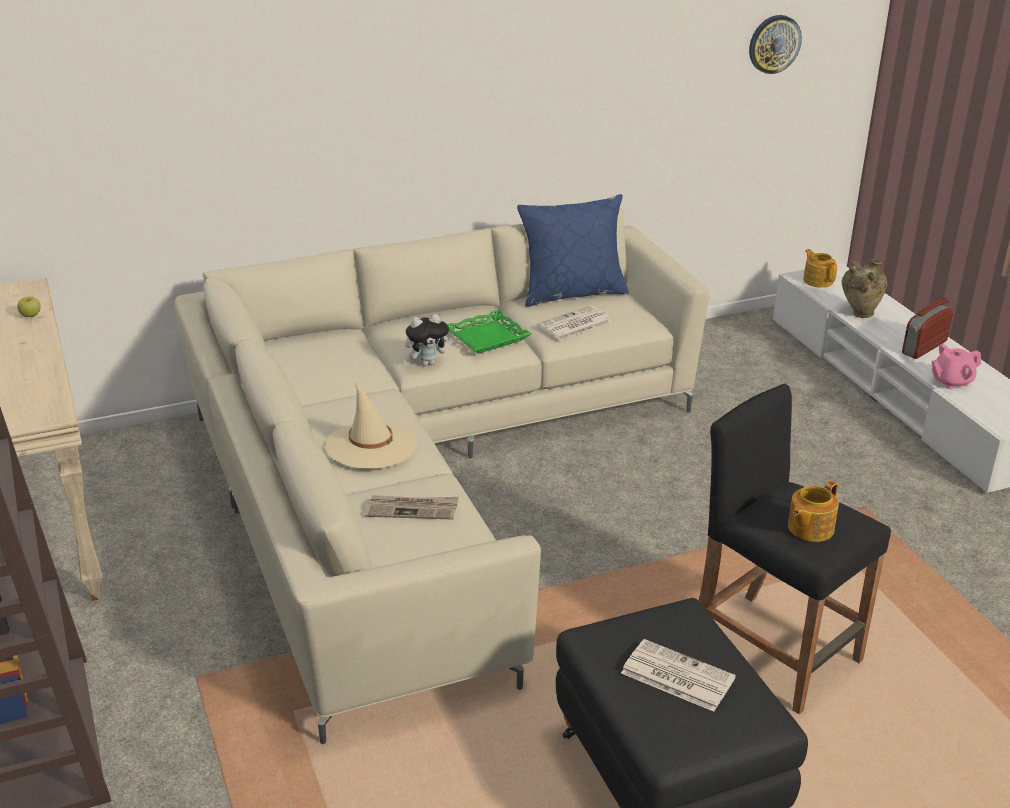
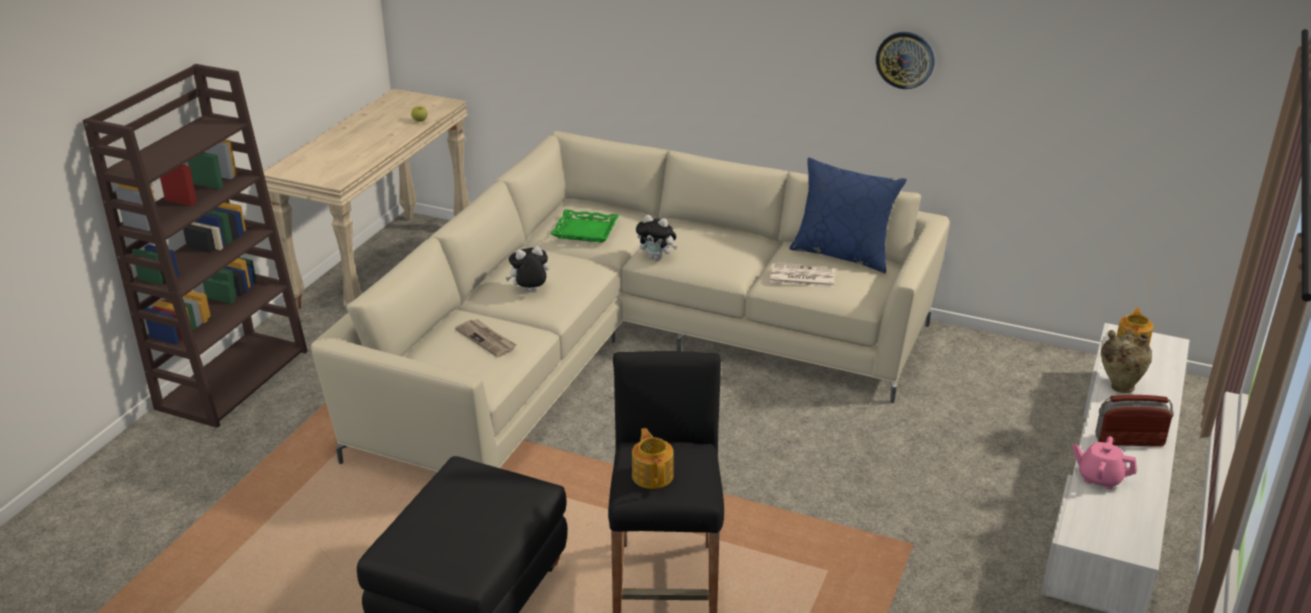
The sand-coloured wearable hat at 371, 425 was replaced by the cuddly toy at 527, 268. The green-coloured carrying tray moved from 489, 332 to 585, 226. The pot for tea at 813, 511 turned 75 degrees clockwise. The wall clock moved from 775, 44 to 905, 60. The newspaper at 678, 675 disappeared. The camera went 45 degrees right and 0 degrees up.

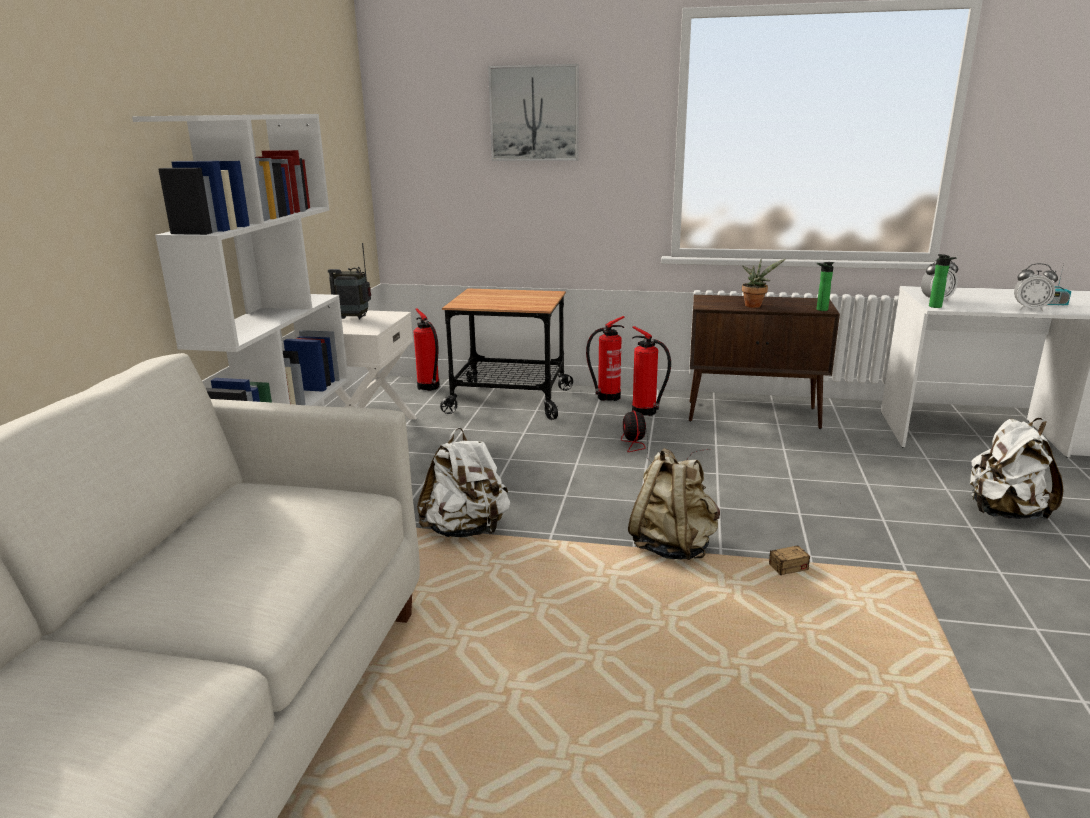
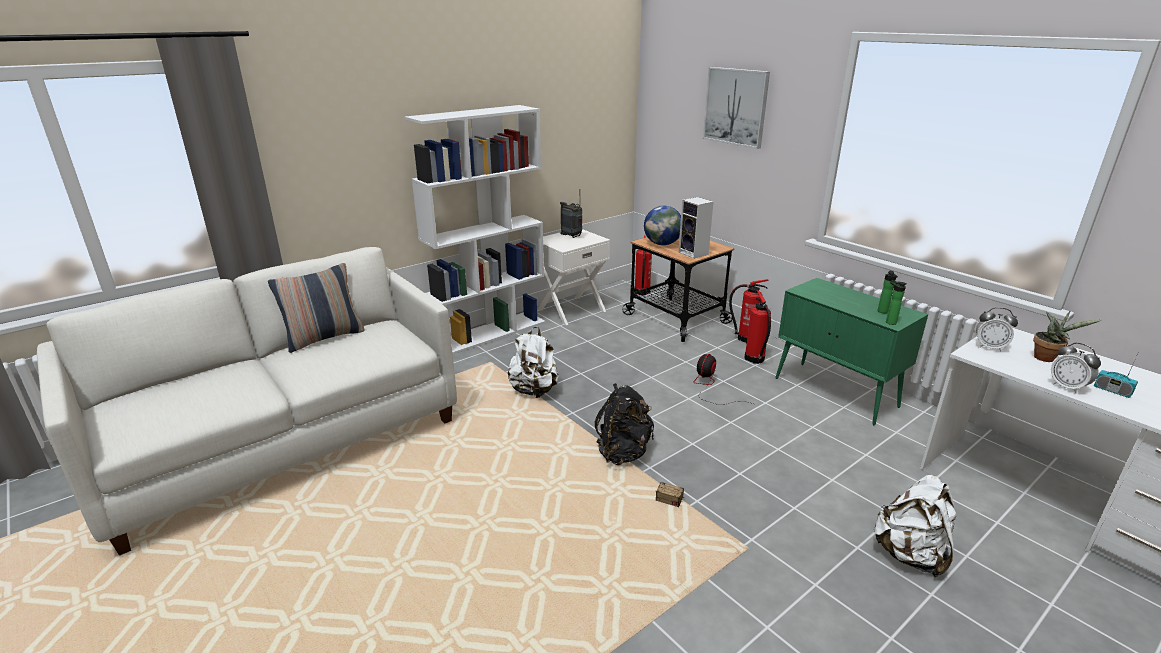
The throw pillow at 316, 308 appeared. The sand-coloured knapsack at 674, 504 became the blackish knapsack at 624, 424. The world globe at 662, 225 appeared. The audio speaker at 695, 228 appeared. The brown cabinet at 764, 362 became the green-coloured cabinet at 851, 351. The beverage bottle moved from 943, 281 to 888, 291. The potted plant moved from 763, 283 to 1067, 336. The camera went 40 degrees right and 5 degrees up.

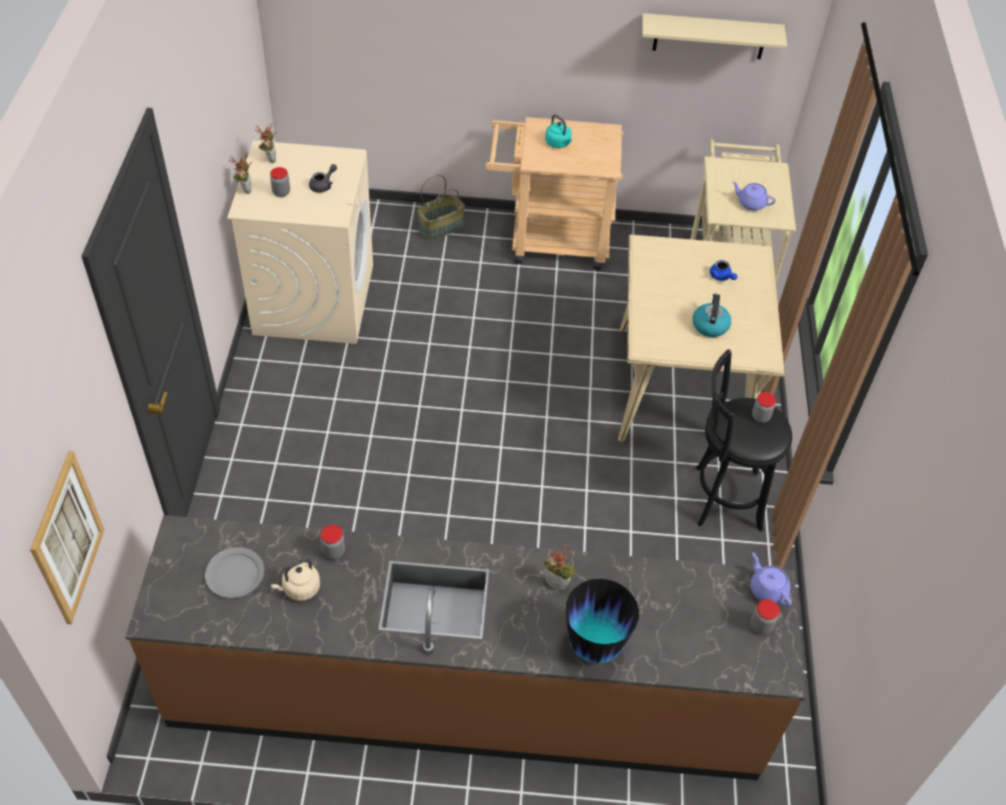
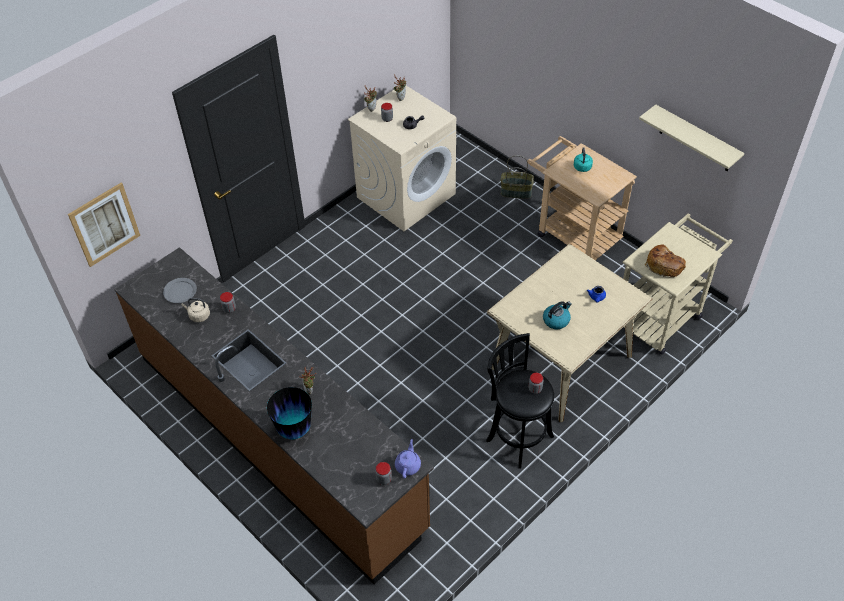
The purple-coloured pot for tea at 754, 196 was replaced by the bakery bread at 665, 261. The camera went 45 degrees right and 0 degrees up.

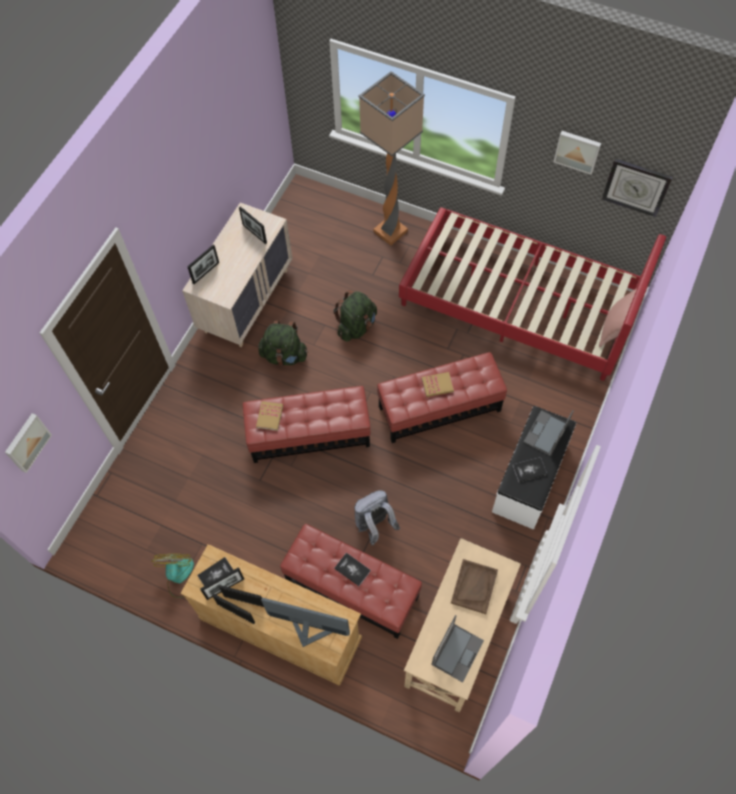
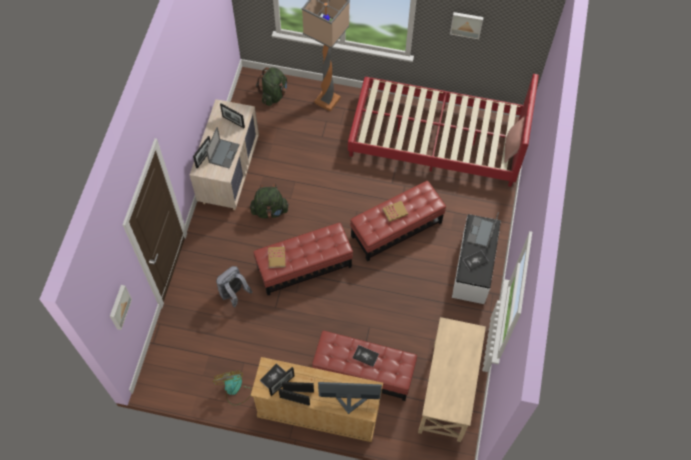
The notebook computer moved from 457, 649 to 223, 148. The greyish knapsack moved from 377, 517 to 234, 287. The green-coloured knapsack moved from 355, 316 to 271, 86. The brown carrying tray at 474, 586 disappeared. The wall clock at 637, 188 disappeared. The camera went 15 degrees left and 0 degrees up.

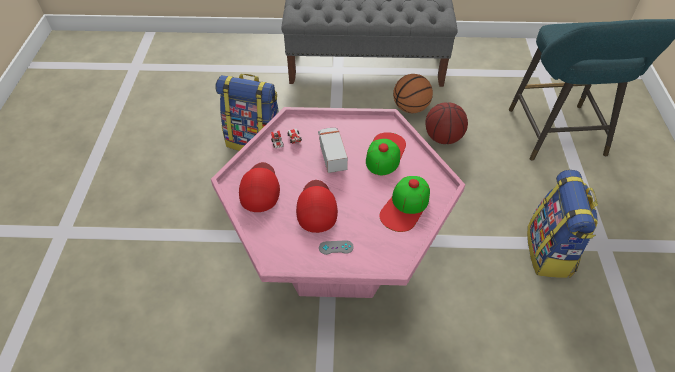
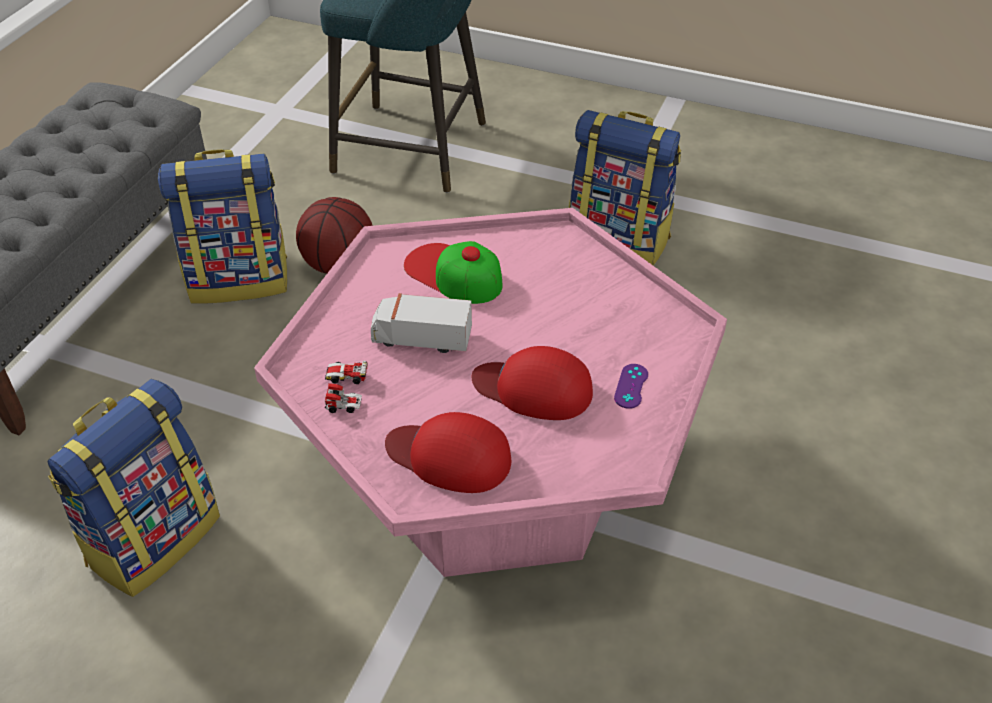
The basketball at 413, 93 was replaced by the knapsack at 223, 226. The greyish game controller at 336, 247 became the purple-coloured game controller at 631, 386. The baseball cap at 404, 204 disappeared. The camera went 70 degrees left and 5 degrees down.

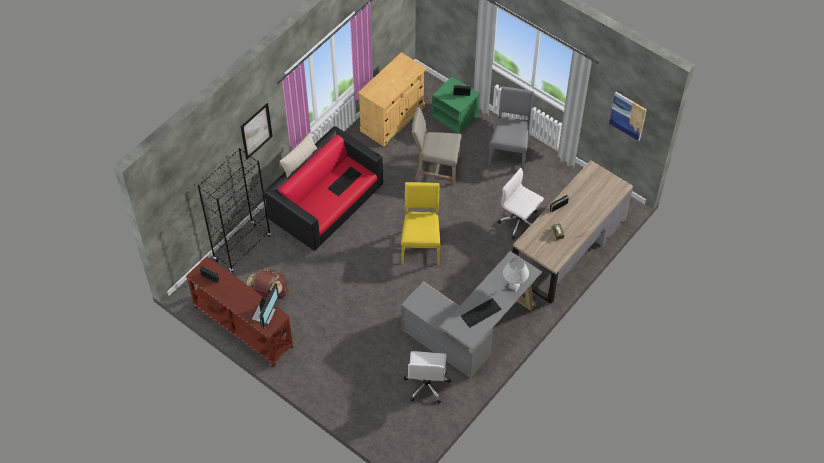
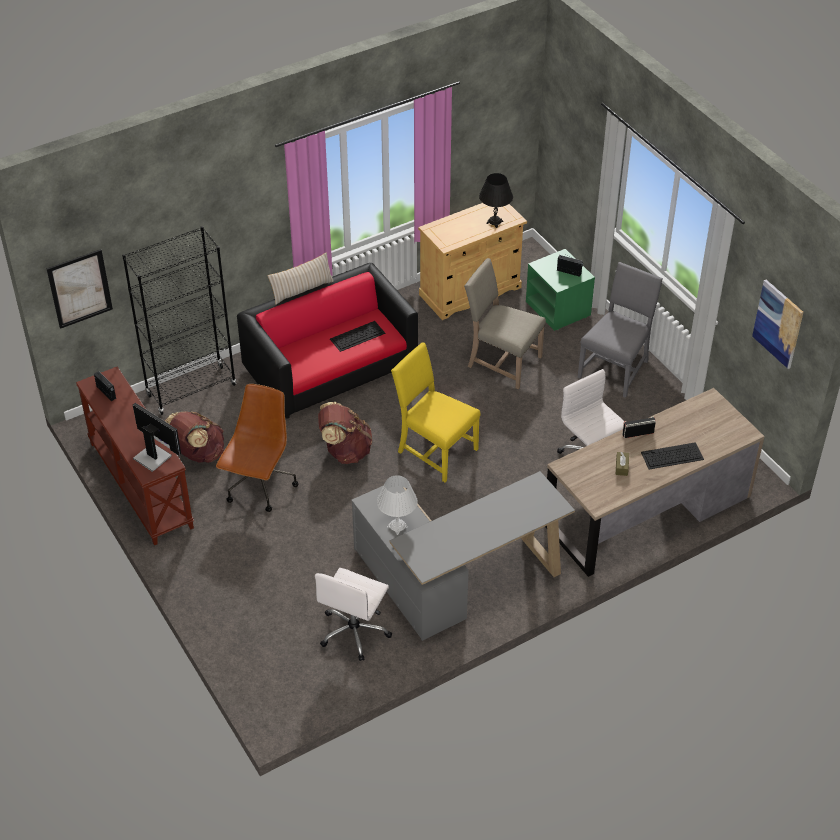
The wall picture moved from 257, 131 to 79, 289. The computer display at 265, 305 turned 90 degrees counterclockwise. The brown office chair at 257, 448 appeared. The brown knapsack at 345, 433 appeared. The whitish lamp for a table moved from 516, 274 to 397, 505. The yellowish chair at 421, 223 turned 75 degrees counterclockwise. The blackish lamp for a table at 496, 200 appeared. The keyboard moved from 481, 313 to 672, 455. The camera went 20 degrees right and 10 degrees down.

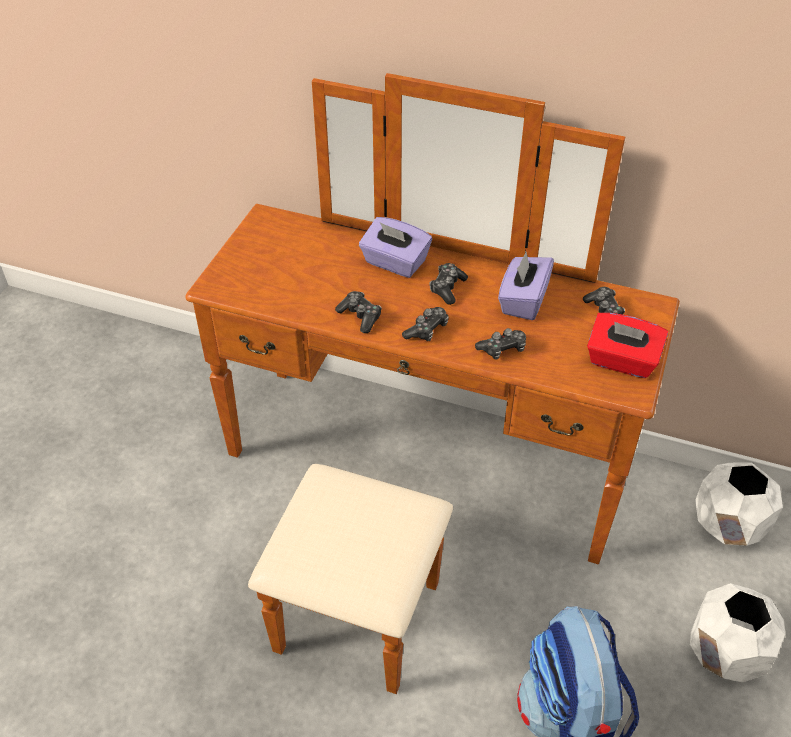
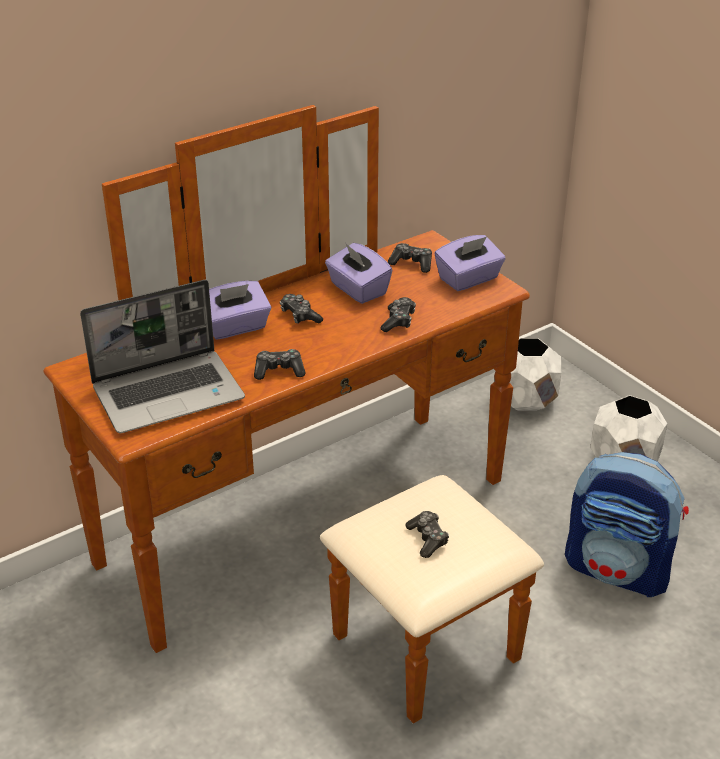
The notebook computer at 162, 356 appeared. The game controller moved from 425, 324 to 427, 534. The red-coloured tissue box at 627, 345 became the purple-coloured tissue box at 469, 263. The camera went 55 degrees left and 10 degrees down.

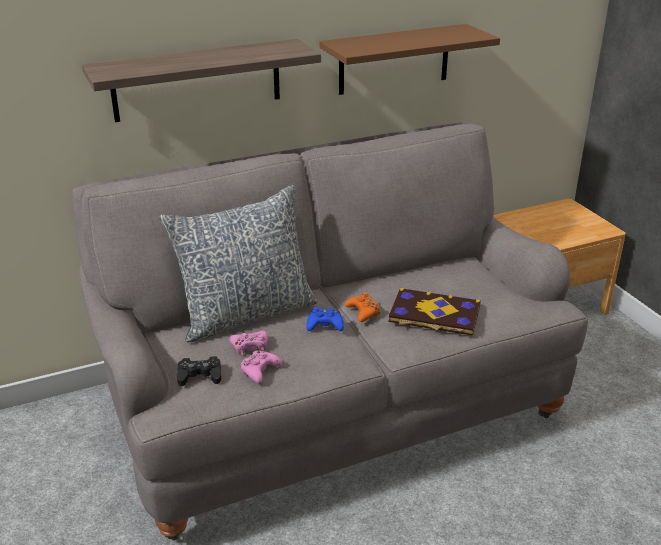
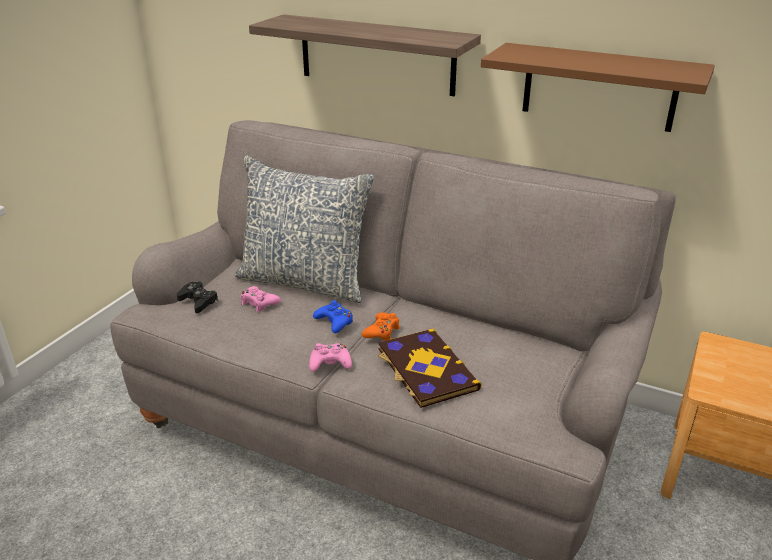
The pinkish game controller moved from 261, 366 to 330, 357. The camera went 50 degrees right and 0 degrees up.

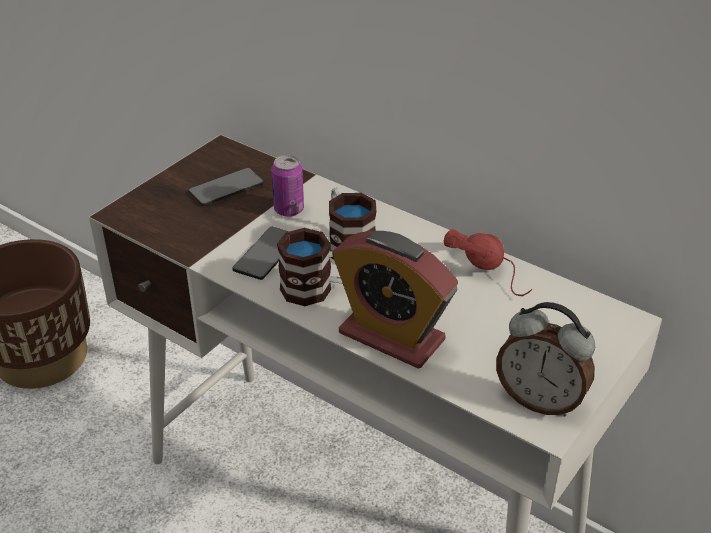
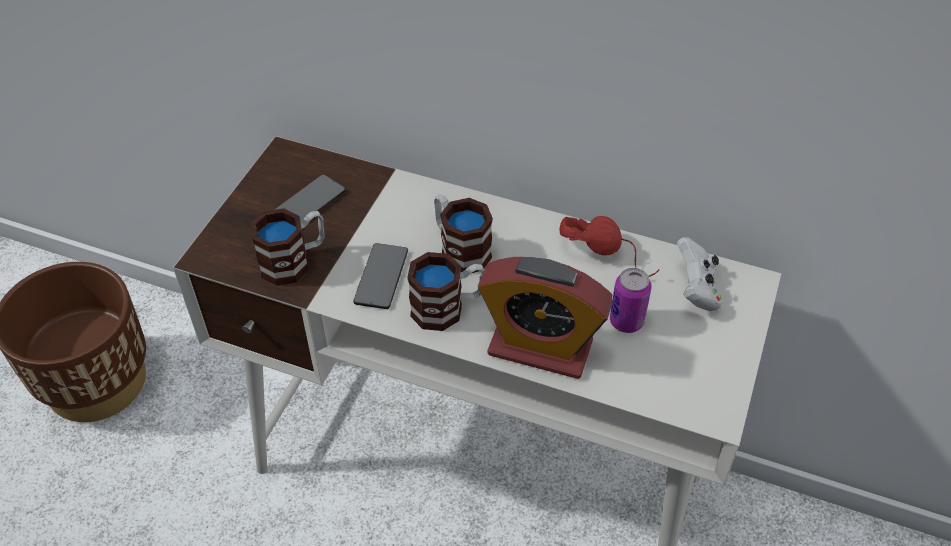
The tea mug at 287, 247 appeared. The metal can moved from 287, 186 to 631, 300. The whitish game controller at 699, 274 appeared. The table clock at 545, 359 disappeared. The camera went 15 degrees left and 10 degrees up.

